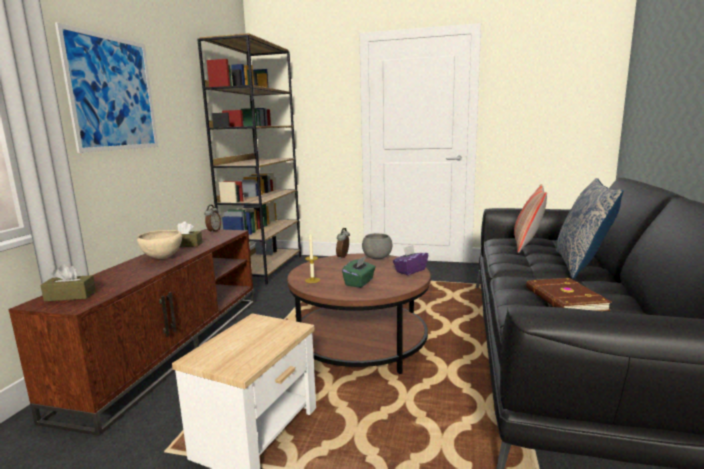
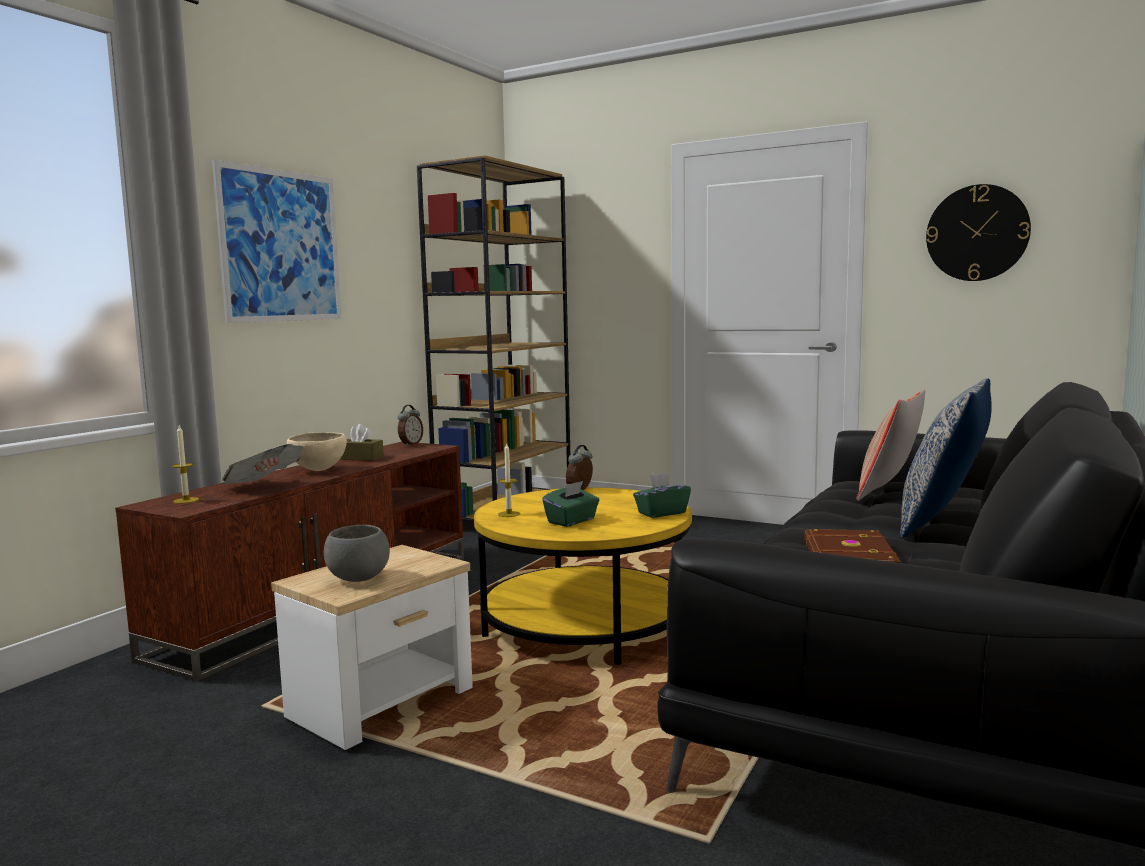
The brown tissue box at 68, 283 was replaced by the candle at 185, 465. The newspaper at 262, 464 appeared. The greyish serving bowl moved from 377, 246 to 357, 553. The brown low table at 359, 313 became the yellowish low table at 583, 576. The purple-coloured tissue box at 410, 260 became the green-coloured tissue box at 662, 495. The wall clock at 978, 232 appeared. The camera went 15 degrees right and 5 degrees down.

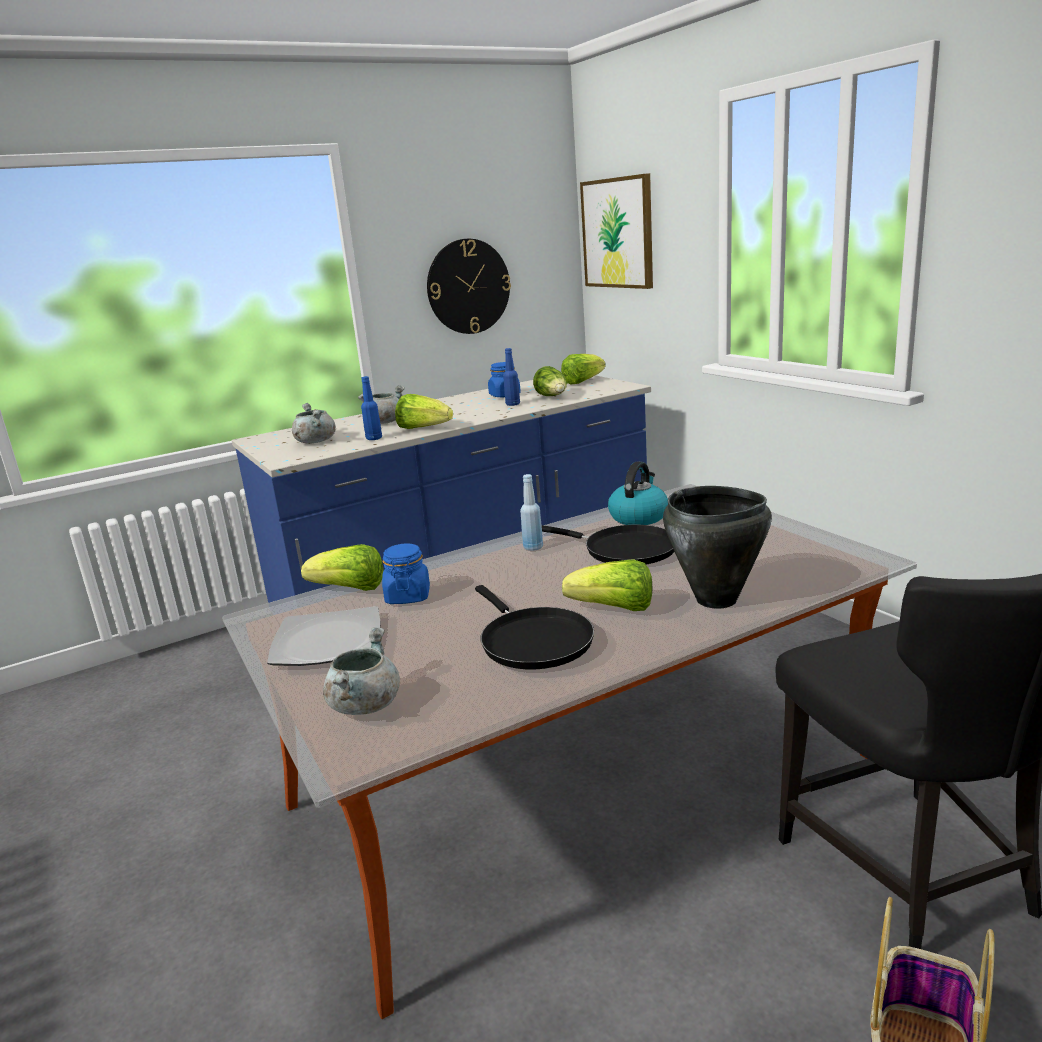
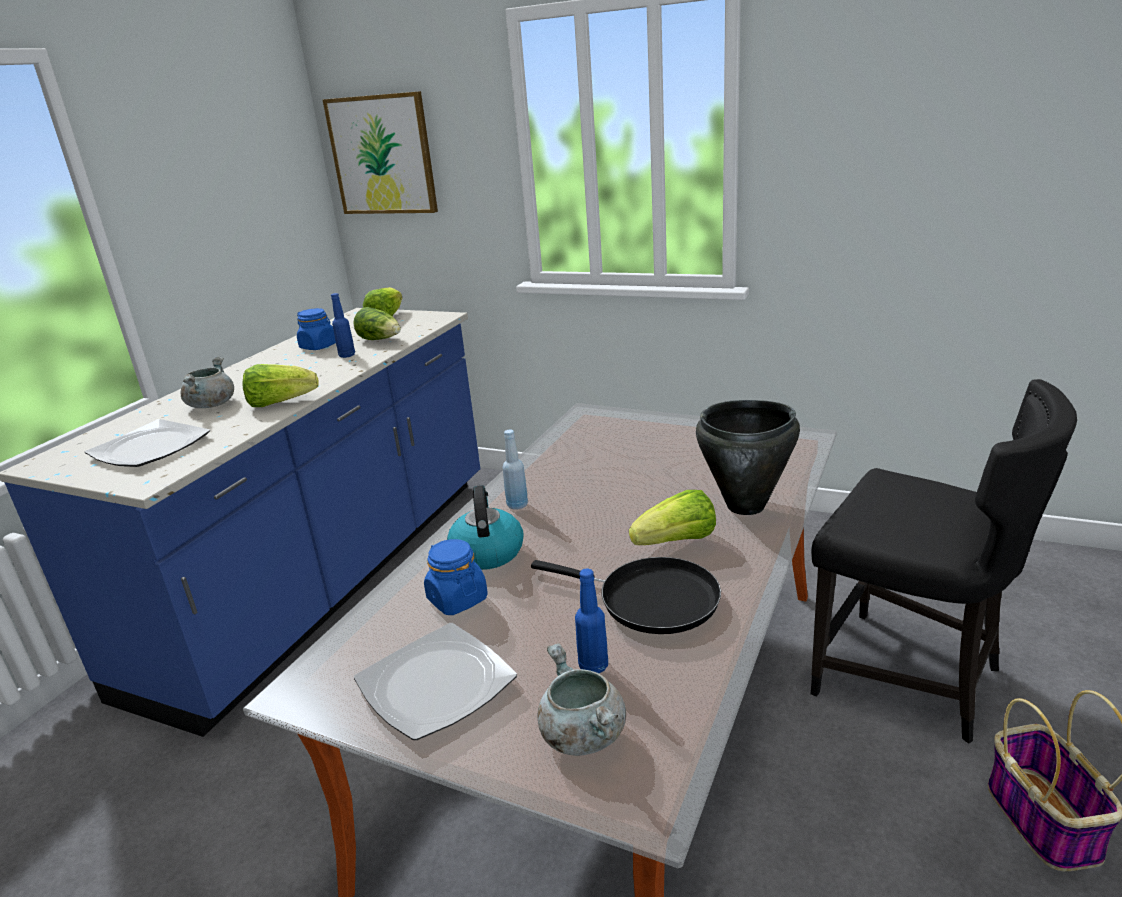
The greyish saucepot at 314, 423 was replaced by the plate at 147, 443. The tea kettle moved from 638, 493 to 485, 527. The bluish beverage bottle moved from 371, 408 to 591, 620. The head of lettuce at 342, 567 disappeared. The wall clock at 469, 286 disappeared. The blackish skillet at 608, 544 disappeared. The camera went 35 degrees left and 5 degrees up.

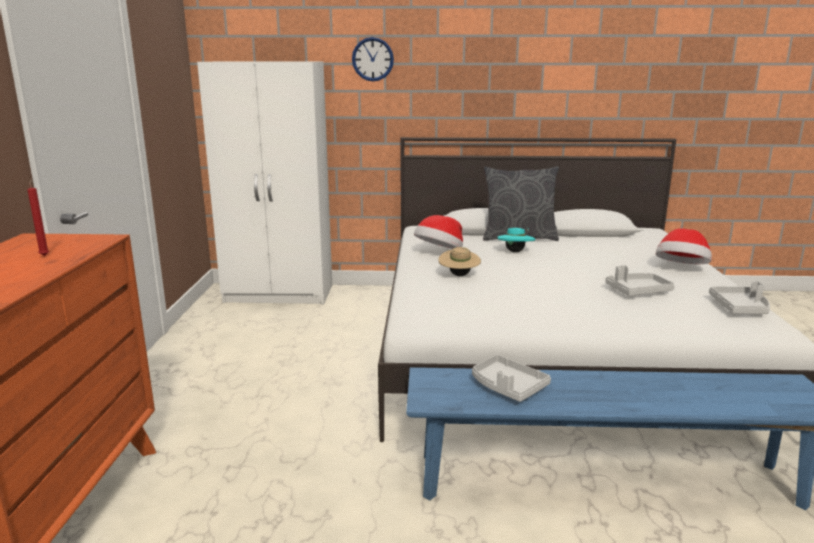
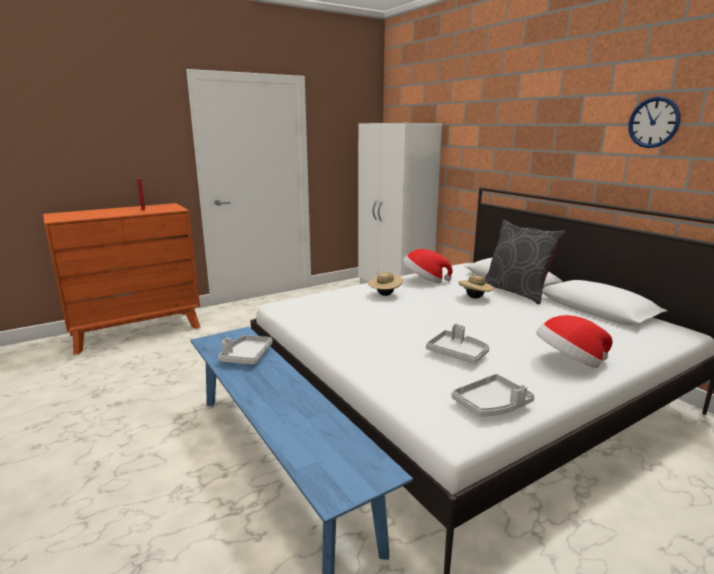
The turquoise-coloured wearable hat at 516, 240 became the sand-coloured wearable hat at 476, 287. The wall clock moved from 373, 59 to 654, 122. The camera went 55 degrees right and 0 degrees up.

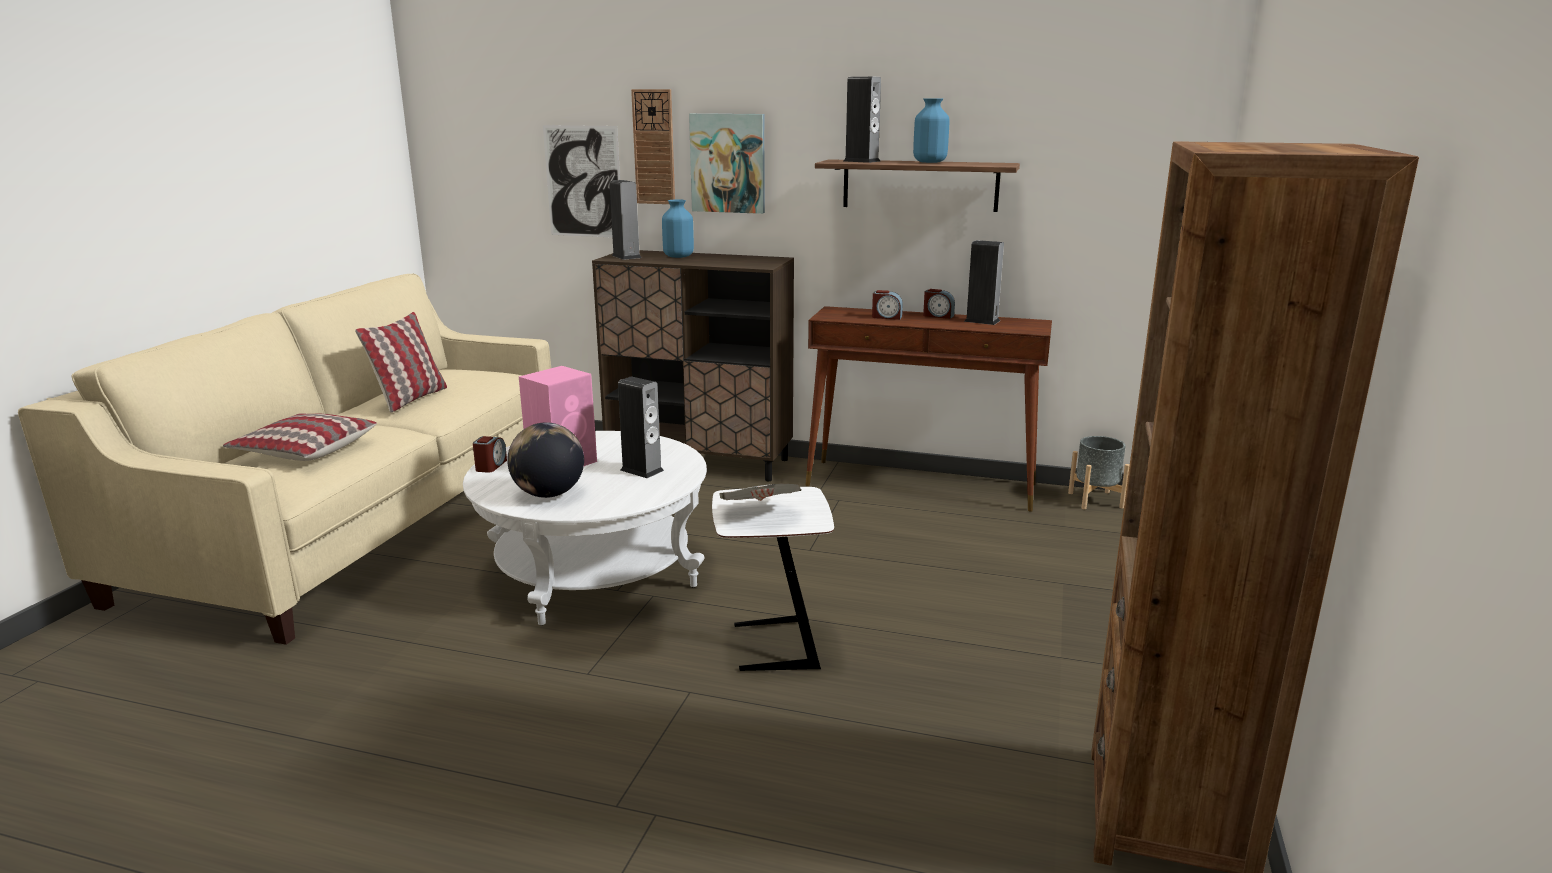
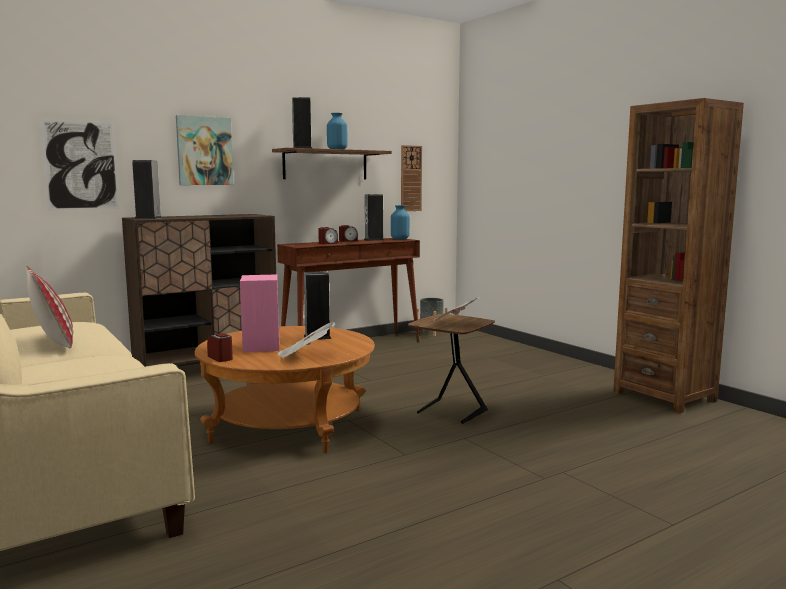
The whitish low table at 585, 528 became the brown low table at 285, 389. The world globe at 545, 460 was replaced by the newspaper at 306, 340. The bluish vase moved from 678, 228 to 400, 222. The wall clock moved from 653, 146 to 411, 178. The whitish accent table at 773, 579 became the brown accent table at 451, 369. The throw pillow at 300, 437 disappeared. The camera went 50 degrees left and 10 degrees down.

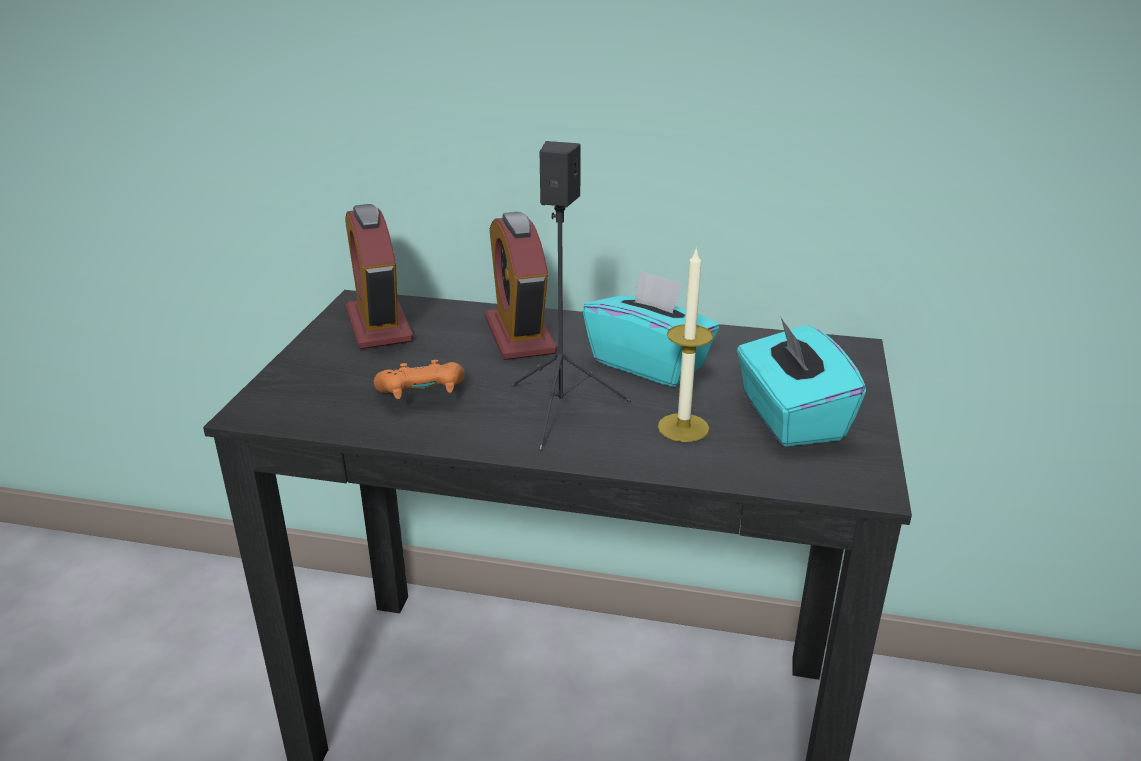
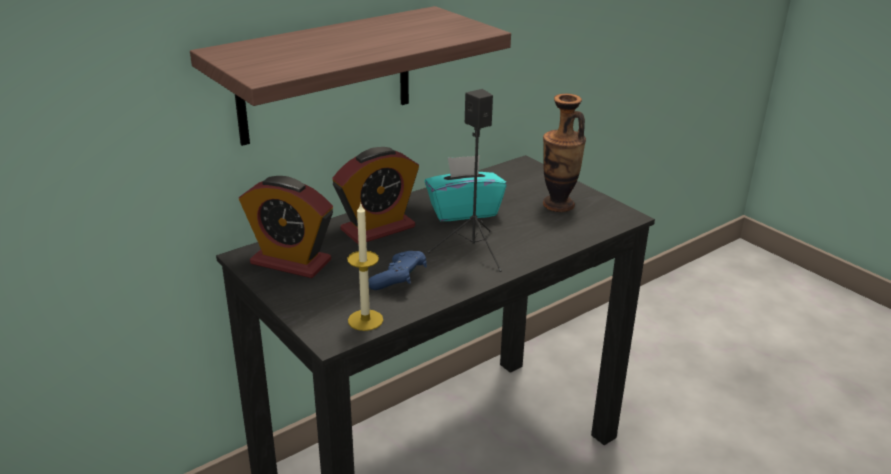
The wall shelf at 350, 76 appeared. The table clock at 521, 286 turned 60 degrees counterclockwise. The candle moved from 685, 344 to 365, 267. The orange-coloured game controller at 419, 379 became the bluish game controller at 398, 270. The turquoise-coloured tissue box at 801, 381 was replaced by the vase at 564, 153. The camera went 50 degrees left and 0 degrees up.

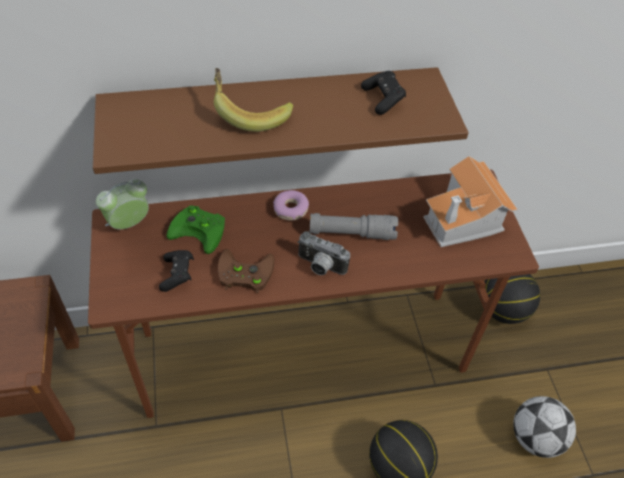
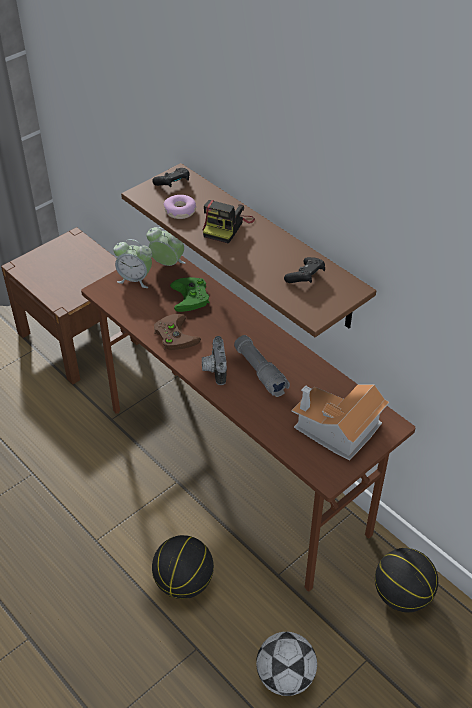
The table clock at 132, 263 appeared. The blackish game controller moved from 176, 271 to 171, 177. The donut moved from 291, 205 to 180, 207. The banana at 253, 100 was replaced by the still camera at 229, 222. The camera went 60 degrees right and 5 degrees down.

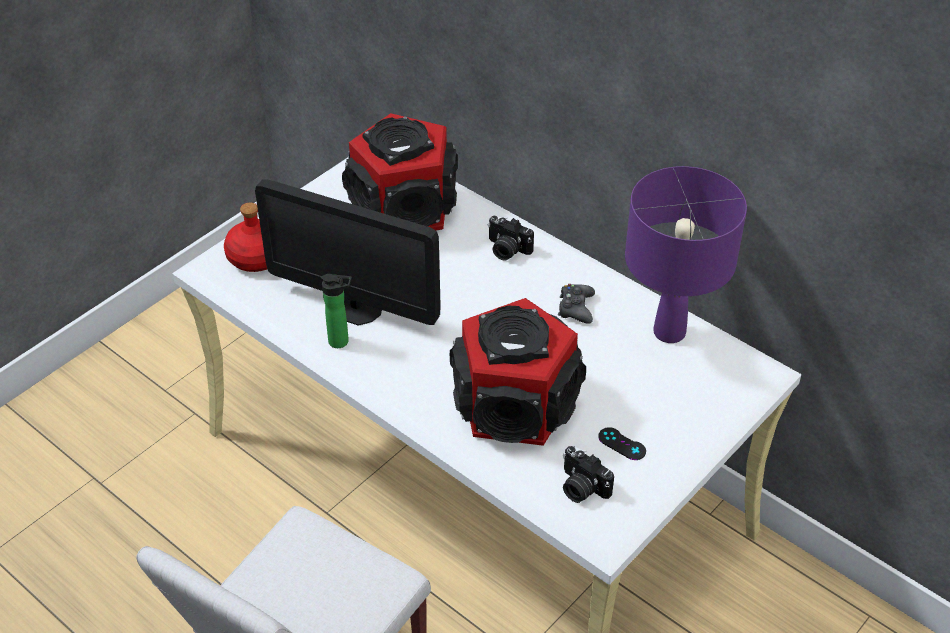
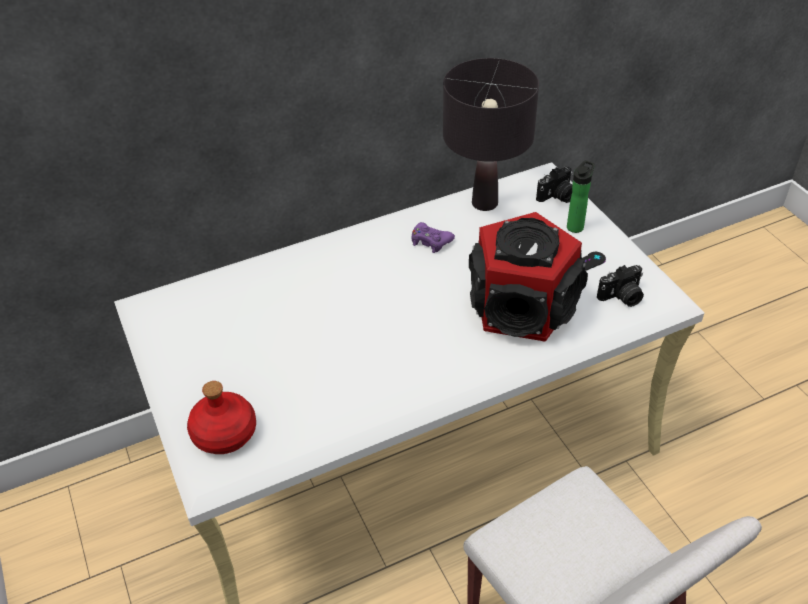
The blackish game controller at 576, 304 became the purple-coloured game controller at 433, 237. The purple-coloured lamp for a table at 686, 254 became the blackish lamp for a table at 491, 134. The still camera moved from 511, 238 to 554, 184. The beverage bottle moved from 336, 311 to 581, 196. The computer display at 348, 252 disappeared. The audio speaker at 400, 171 disappeared. The camera went 65 degrees left and 0 degrees up.

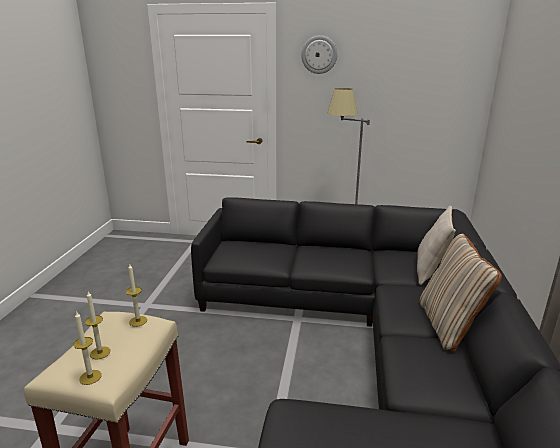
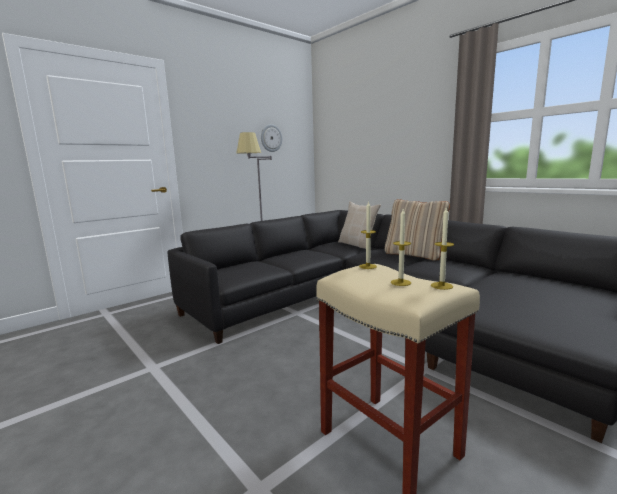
The wall clock moved from 319, 54 to 271, 138. The camera went 50 degrees left and 10 degrees down.

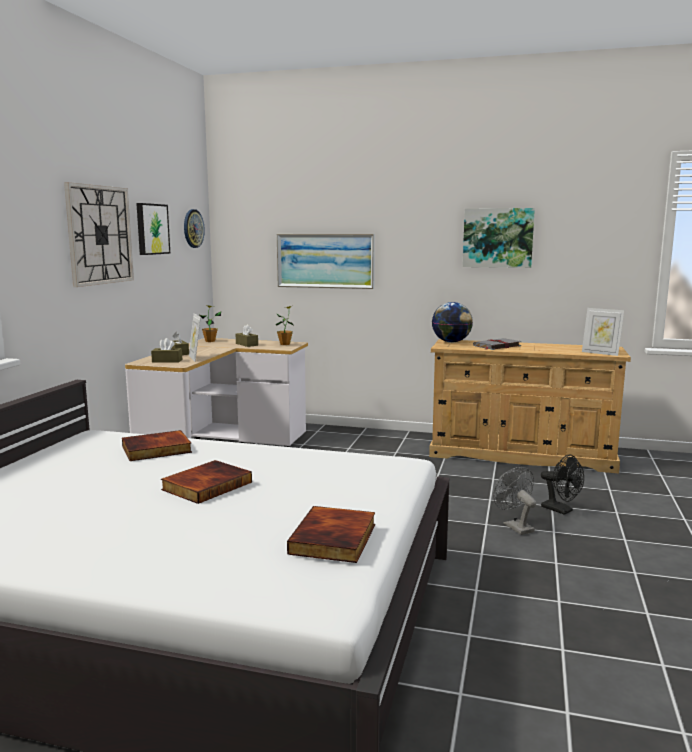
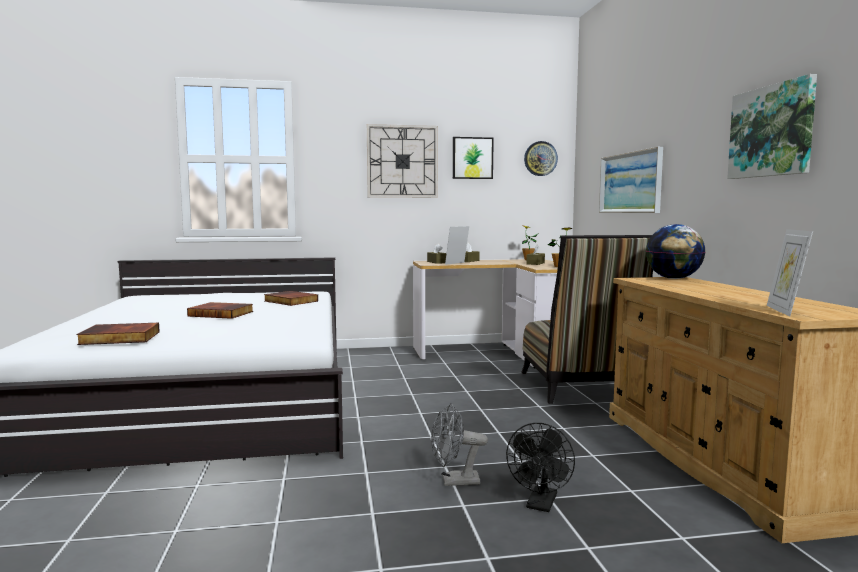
The greyish electric fan at 514, 501 turned 135 degrees counterclockwise. The chair at 587, 319 appeared. The greyish bound book at 497, 344 disappeared. The camera went 65 degrees right and 5 degrees down.

